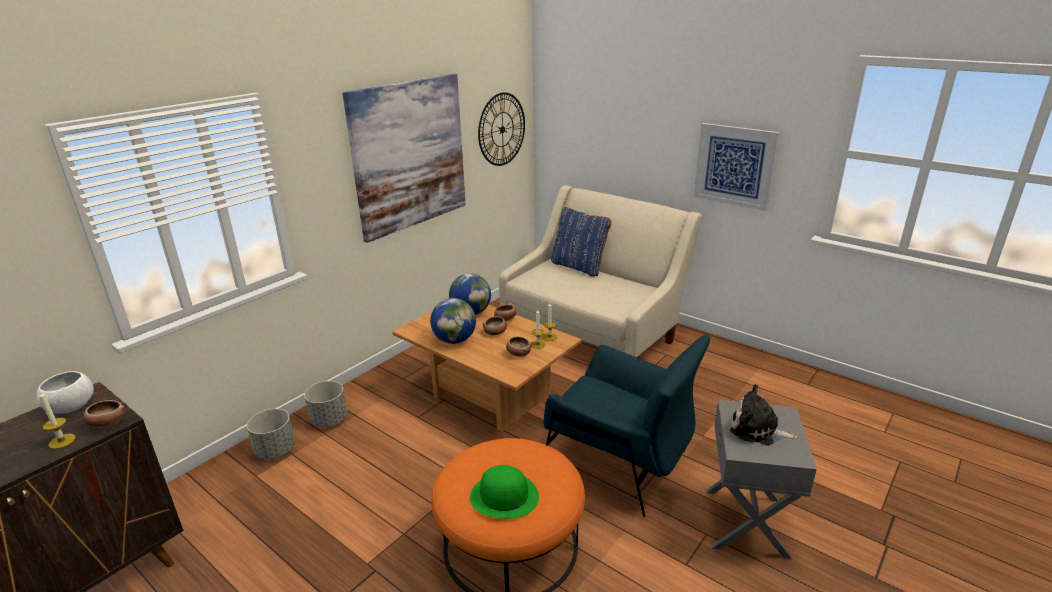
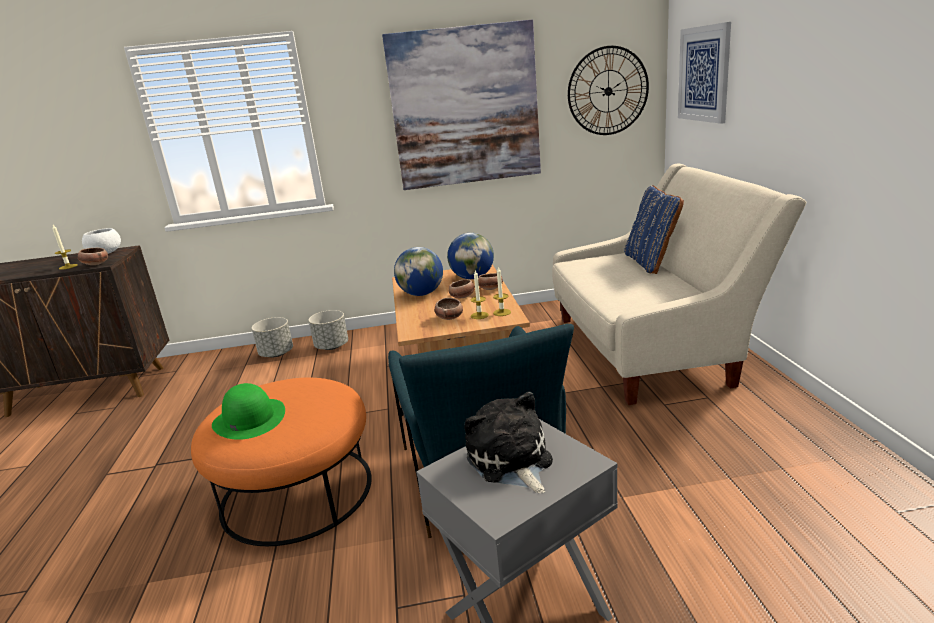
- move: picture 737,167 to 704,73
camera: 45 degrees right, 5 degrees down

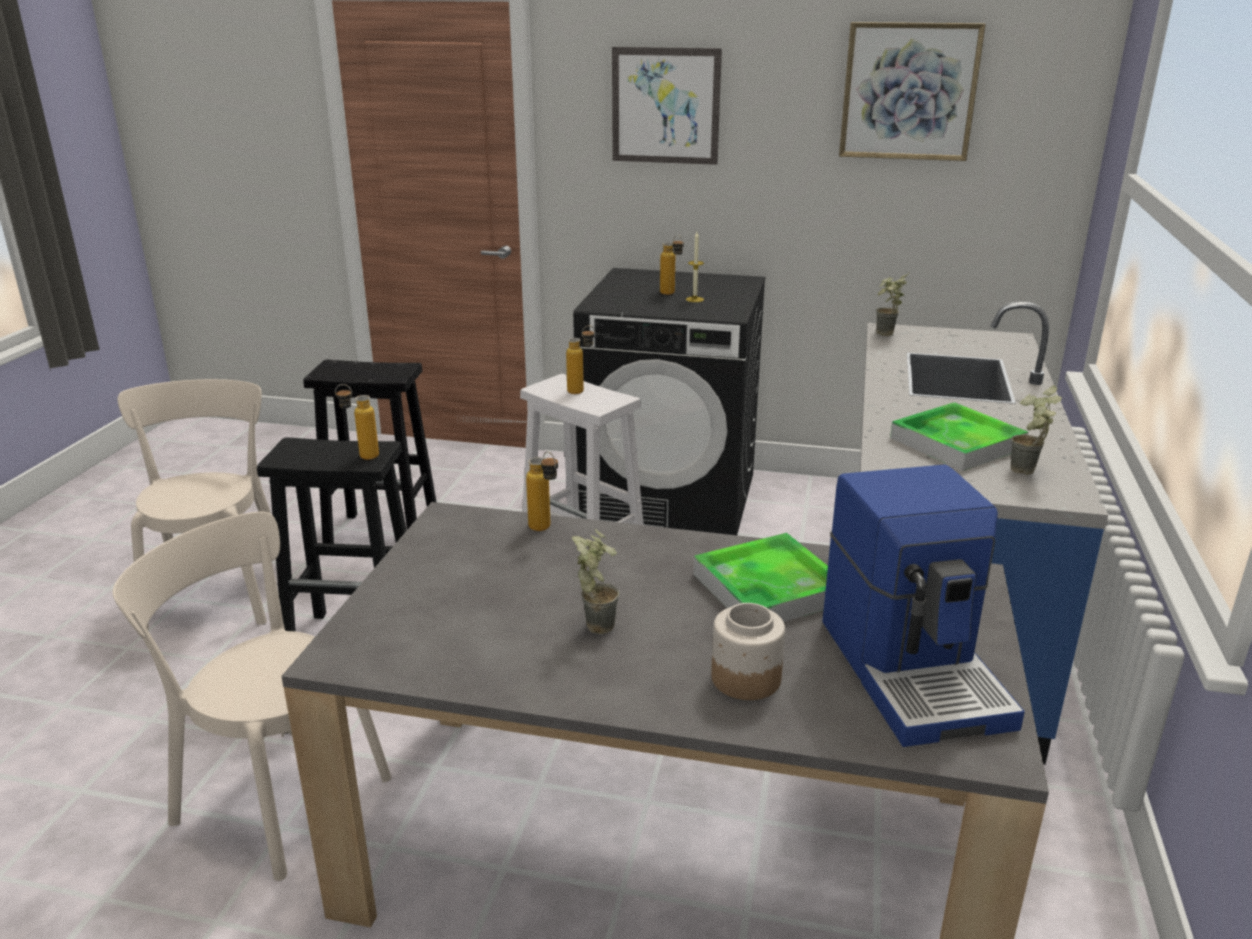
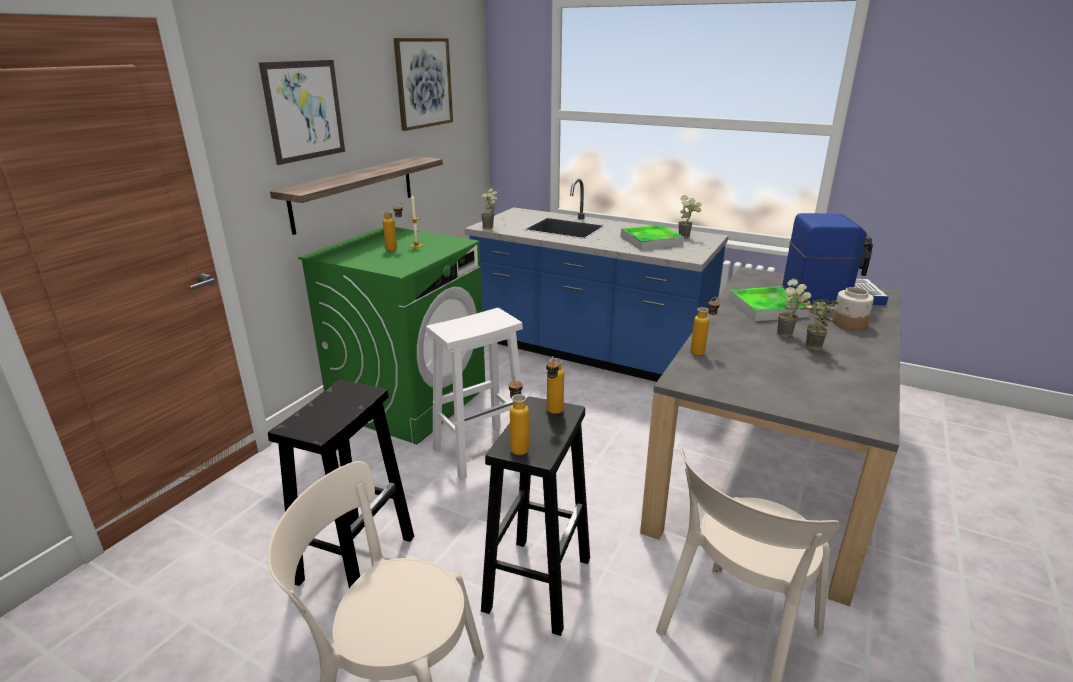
- move: bottle 580,360 to 519,415
- recolor: washing machine (black) 669,401 to washing machine (green) 391,335
- insert: shelf 356,195
- insert: potted plant 794,308
camera: 75 degrees left, 0 degrees up

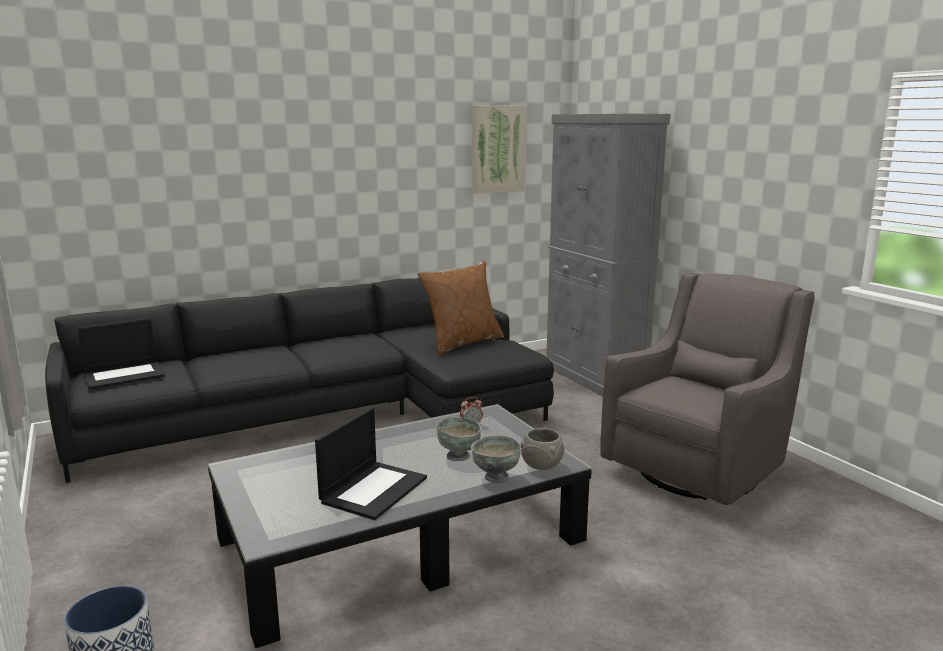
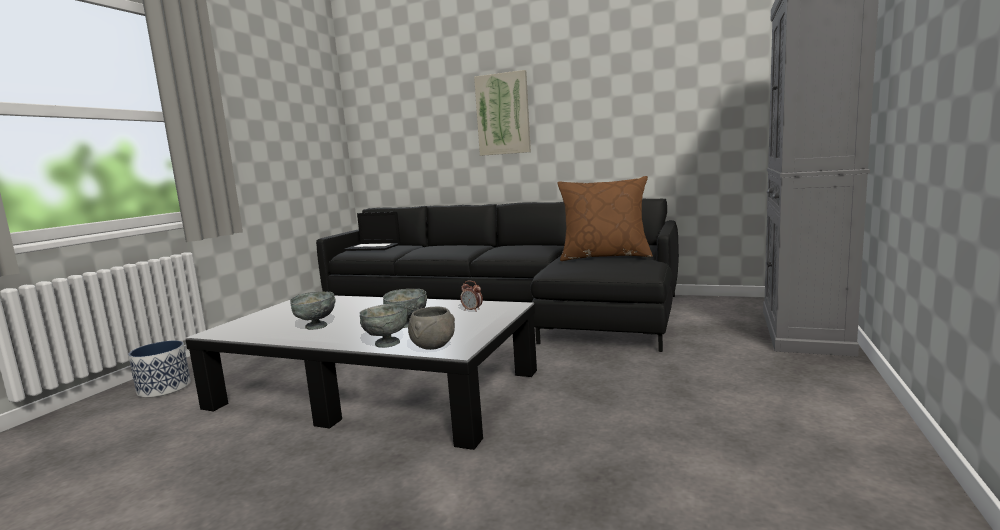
- replace: laptop 371,463 to bowl (grey) 312,310
- move: picture 499,149 to 502,113
- delete: armchair (grey) 707,389
camera: 50 degrees right, 5 degrees down

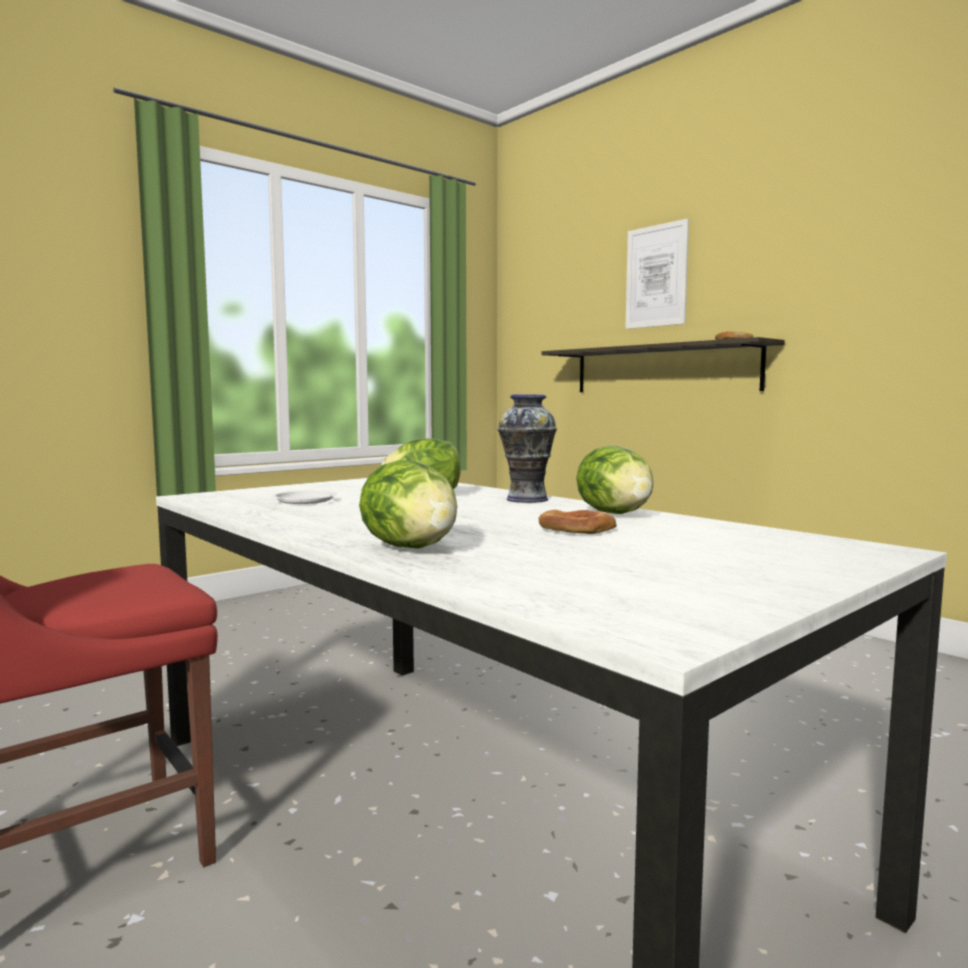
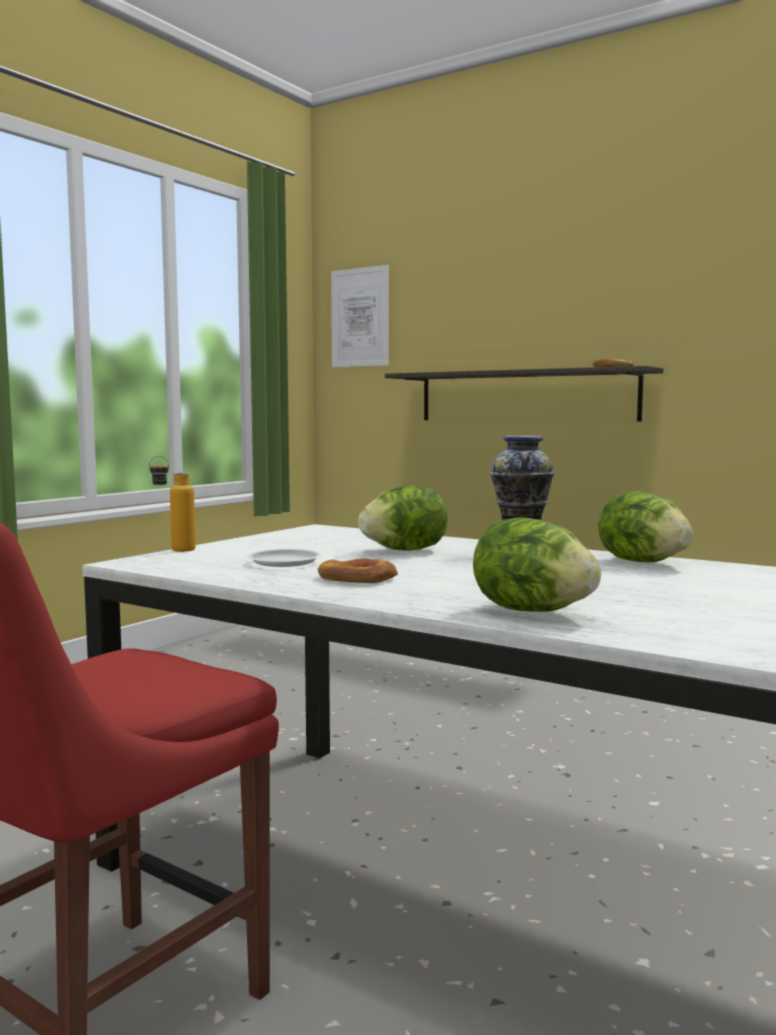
- move: bread 578,522 to 358,570
- move: picture 657,273 to 360,316
- insert: bottle 172,503
camera: 15 degrees left, 0 degrees up

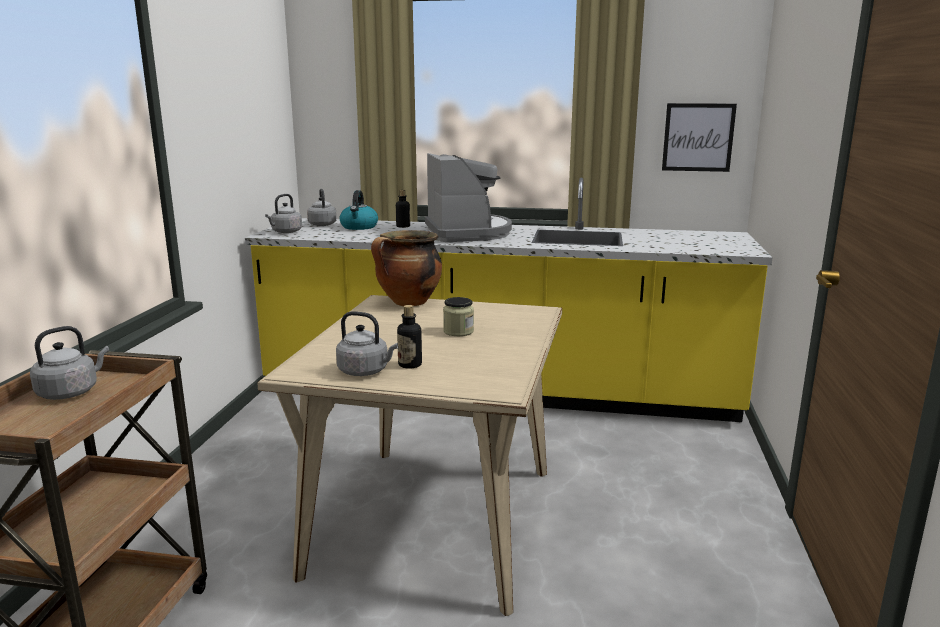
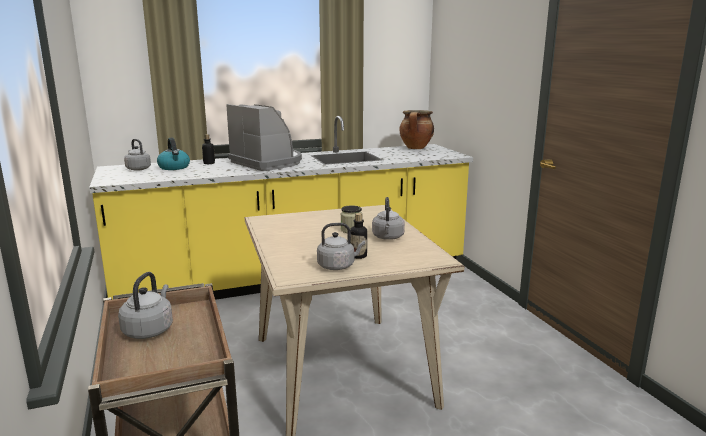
- move: kettle (grey) 283,213 to 388,218
- move: cooking pot 406,268 to 416,129
- delete: picture 699,137
camera: 30 degrees left, 0 degrees up

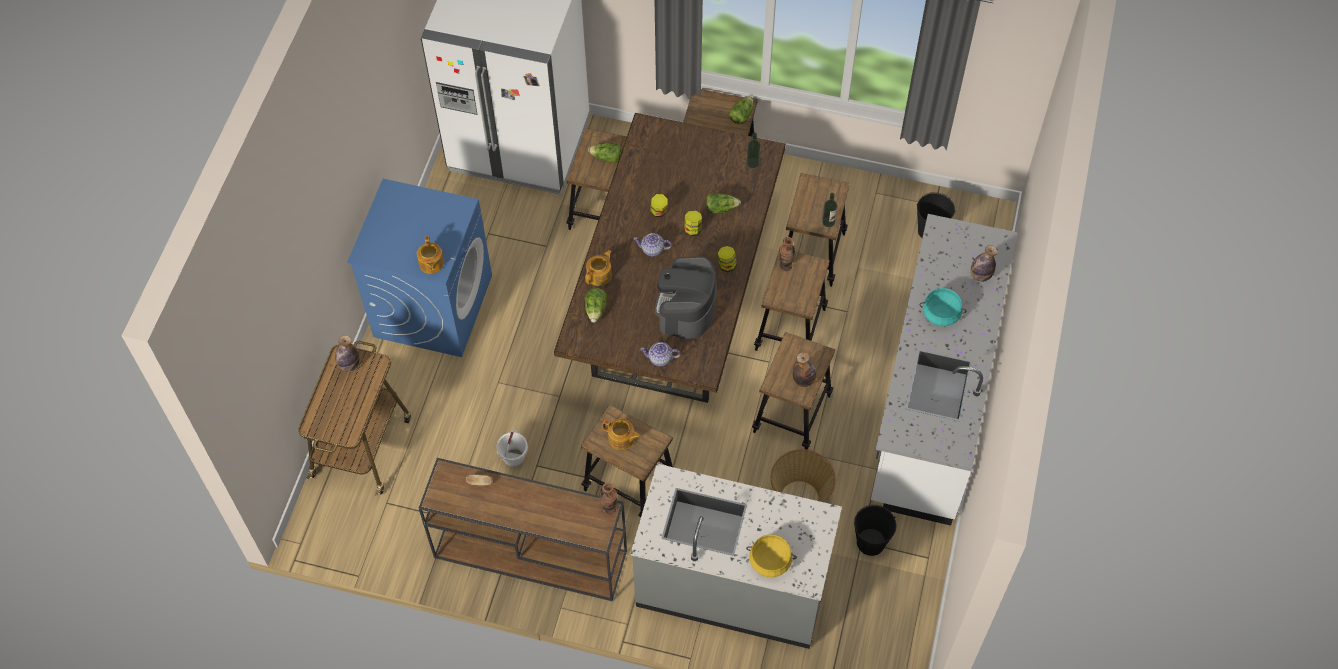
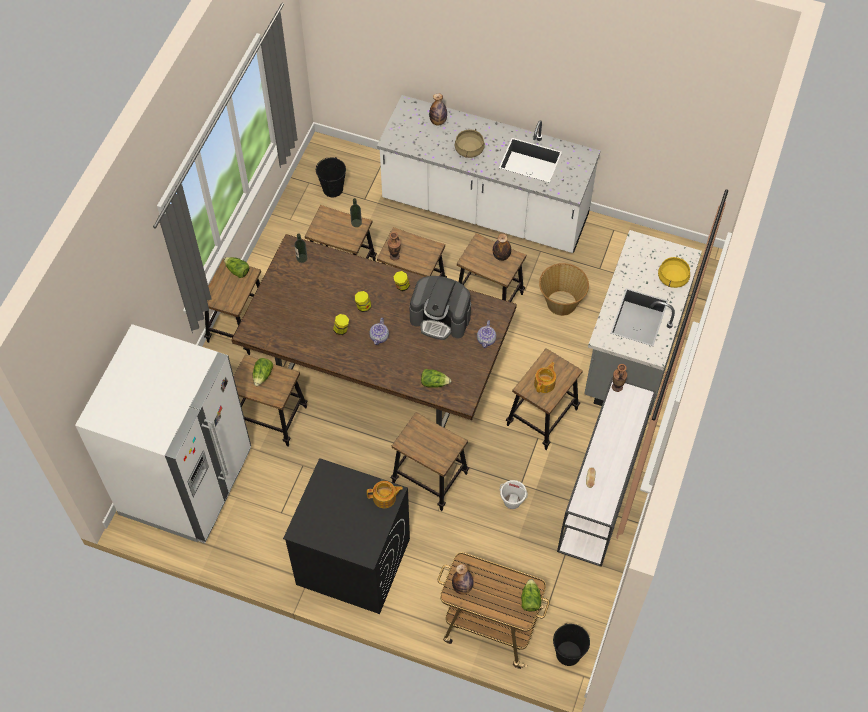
- recolor: washing machine (blue) 419,268 to washing machine (black) 346,536
- recolor: console table (brown) 523,529 to console table (white) 606,472
- delete: teapot 598,268
- move: lettuce 723,203 to 531,595
- move: bucket (black) 875,530 to 571,644
- recolor: cooking pot (turquoise) 942,307 to cooking pot (beige) 469,143
- insert: stool 430,461
camera: 85 degrees left, 0 degrees up

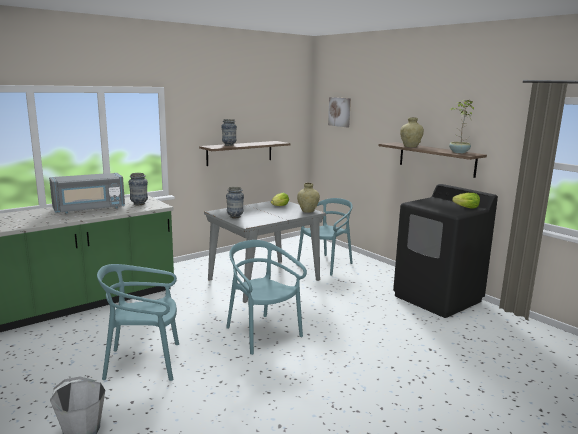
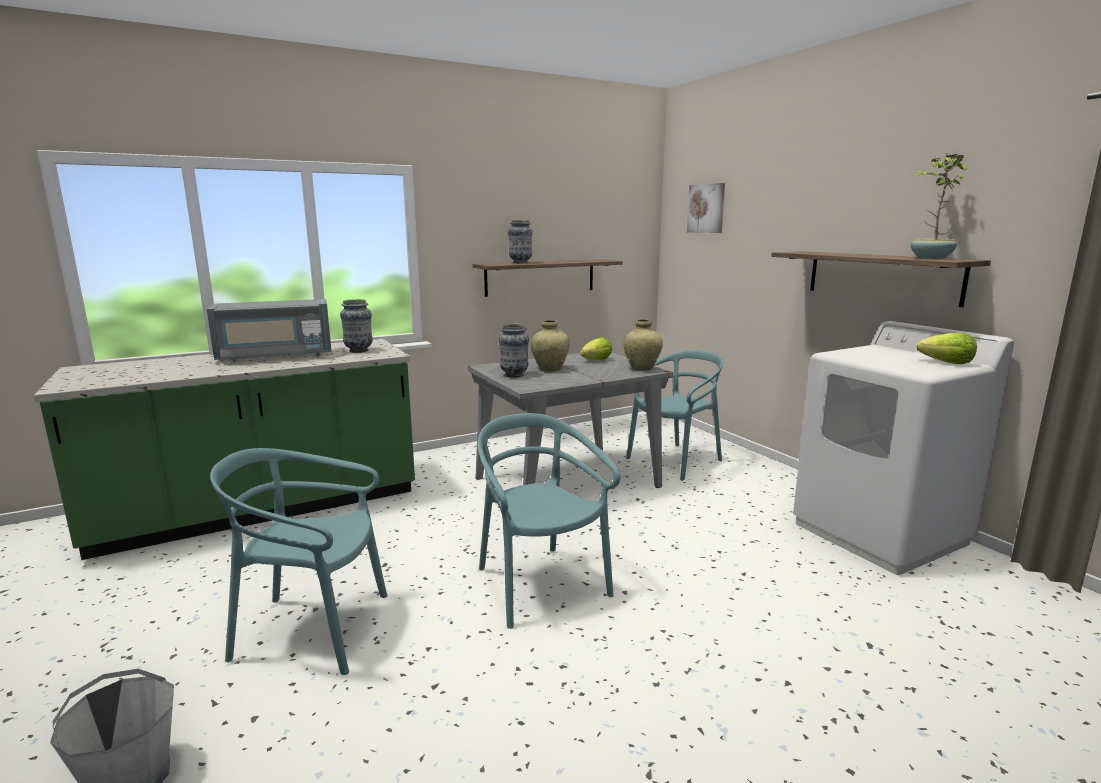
- recolor: washing machine (black) 445,251 to washing machine (white) 903,448
- move: vase (beige) 412,132 to 550,345
camera: 10 degrees right, 0 degrees up

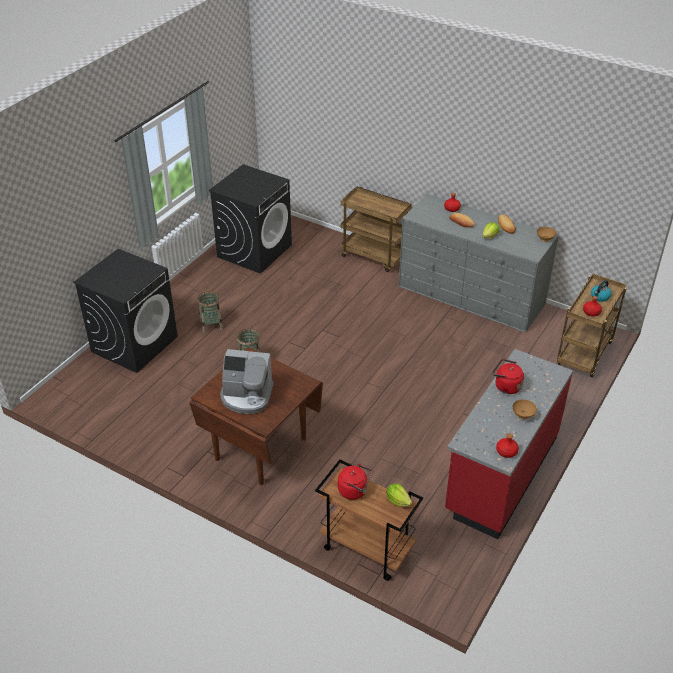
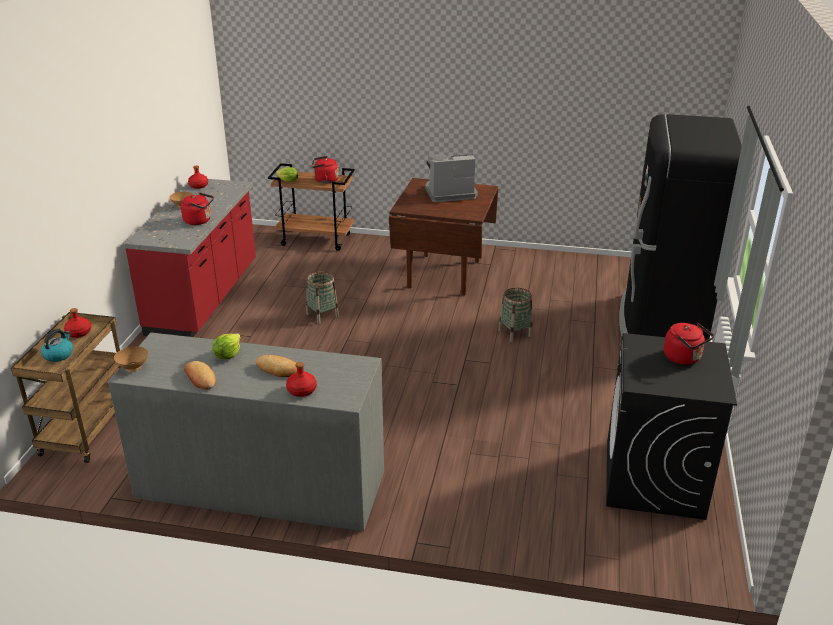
- replace: washing machine (black) 125,311 to fridge (black) 680,228
- move: basket 210,312 to 322,297
- delete: cart (brown) 376,229
- insert: kettle (red) 689,344
camera: 160 degrees right, 10 degrees down

